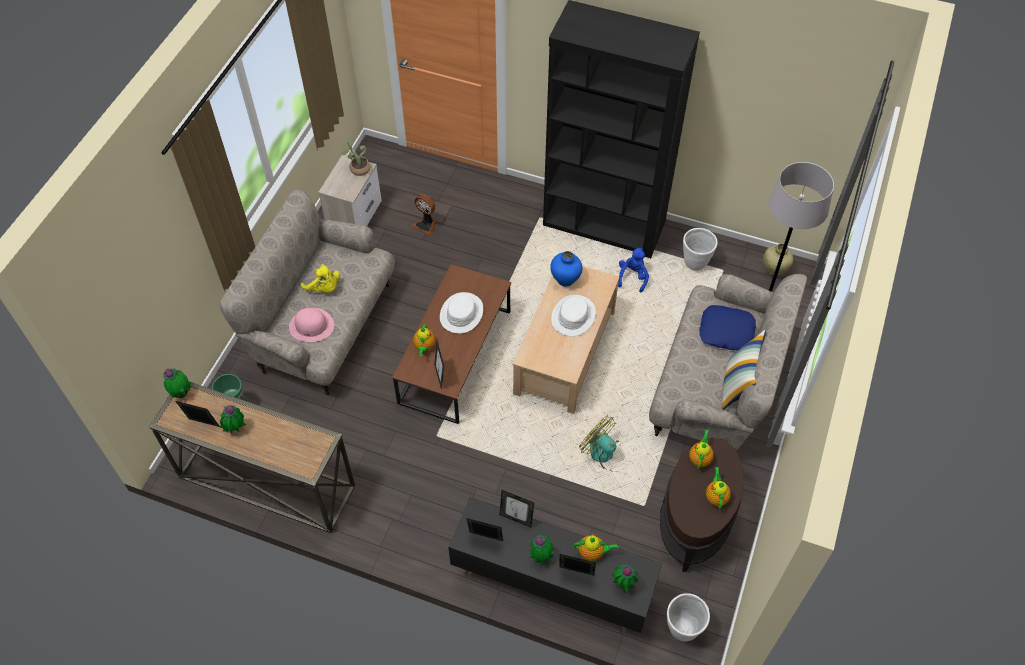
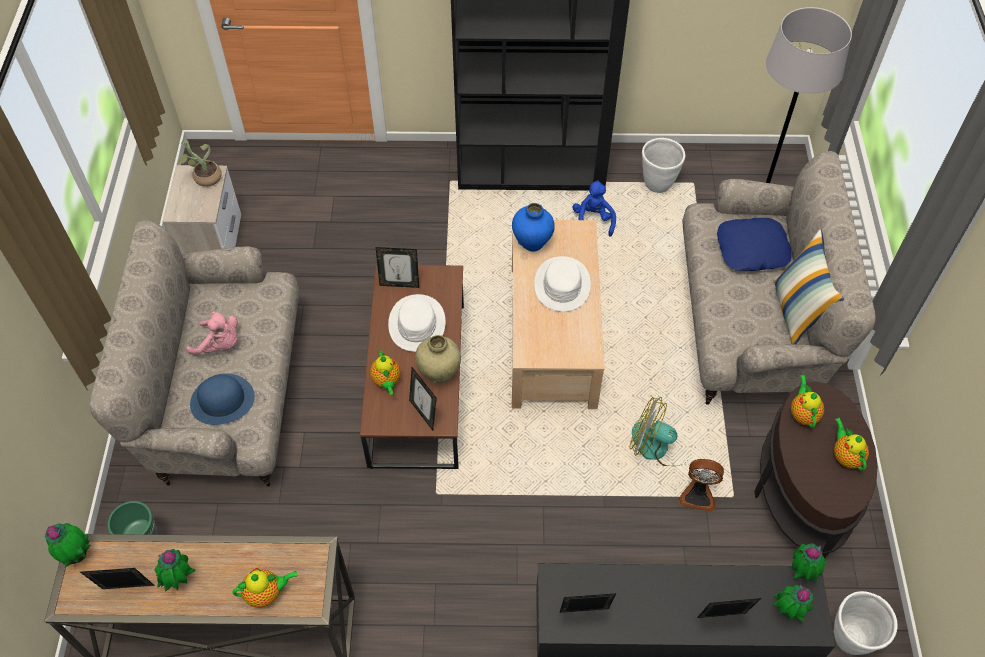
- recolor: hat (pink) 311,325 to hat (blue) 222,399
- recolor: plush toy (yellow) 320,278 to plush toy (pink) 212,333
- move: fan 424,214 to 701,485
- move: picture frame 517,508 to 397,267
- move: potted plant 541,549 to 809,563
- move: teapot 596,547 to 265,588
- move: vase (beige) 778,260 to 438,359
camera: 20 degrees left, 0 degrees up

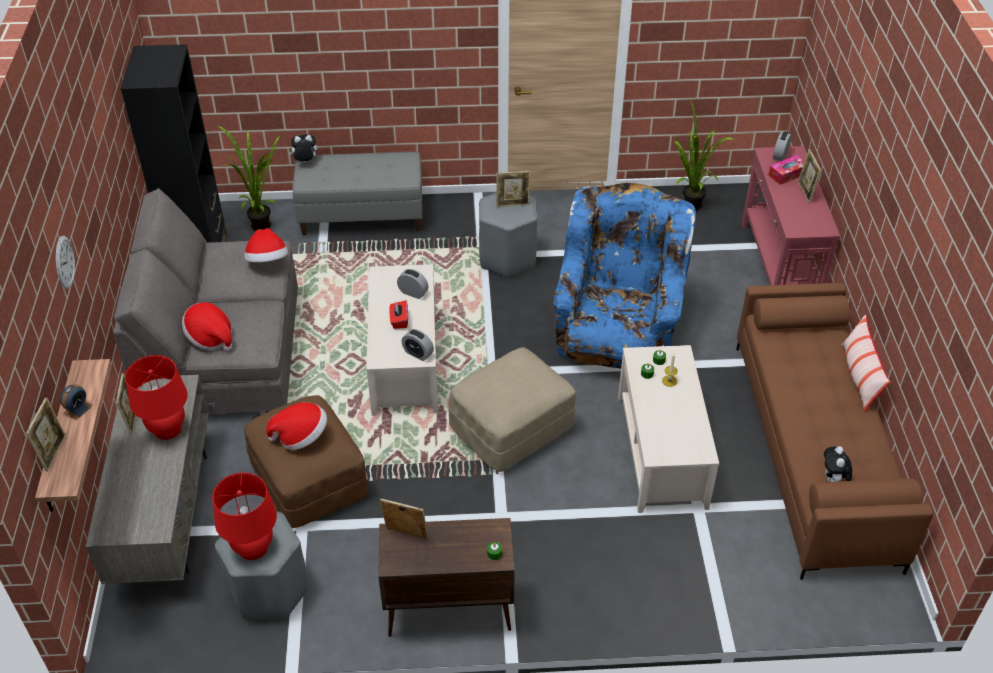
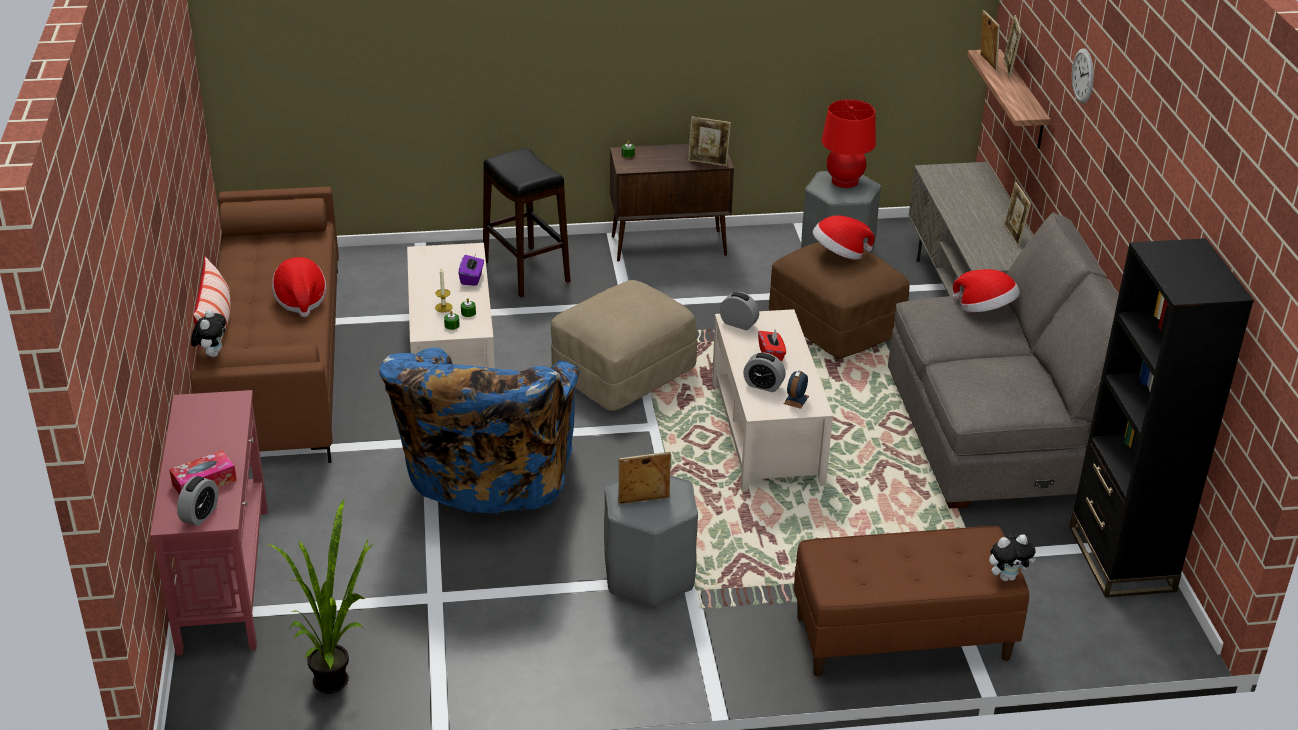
- move: alarm clock 76,403 to 796,389
- delete: table lamp (red) 156,397
- delete: potted plant 249,178
- move: hat 266,245 to 299,287
- recolor: bench (grey) 357,193 to bench (brown) 911,601
- move: picture frame 810,176 to 990,40
- move: plush toy 838,464 to 208,333
- insert: tissue box (purple) 471,270
- insert: stool (black) 526,223
camera: 175 degrees right, 10 degrees down

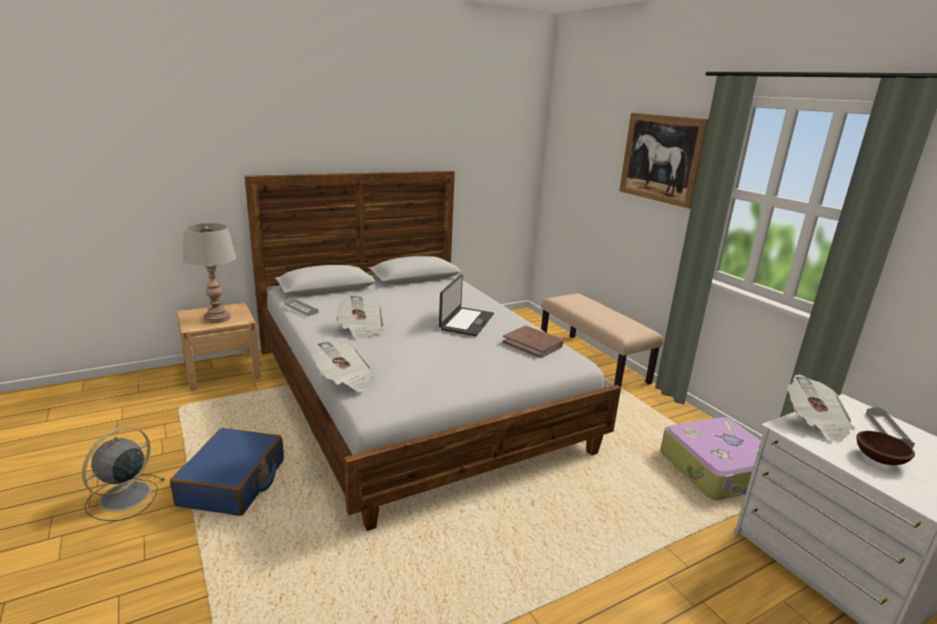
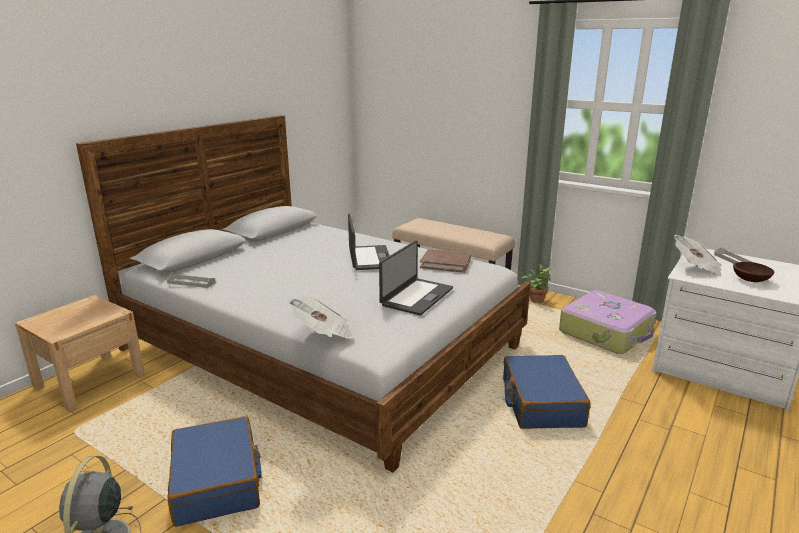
- delete: table lamp (grey) 209,273
- delete: newspaper 360,317
- delete: picture 663,161
- insert: laptop 416,278
- insert: suitcase (blue) 547,392
- insert: potted plant 536,284
camera: 25 degrees left, 0 degrees up

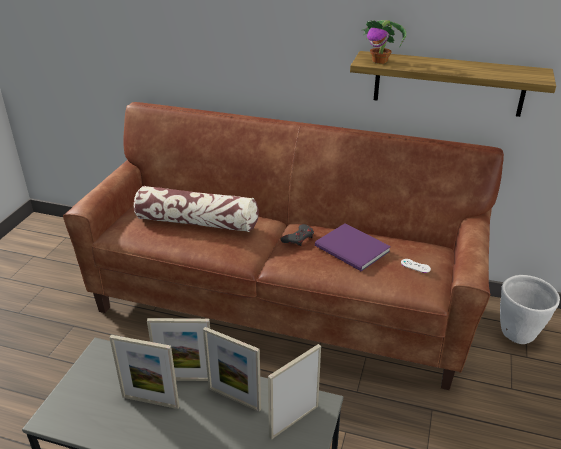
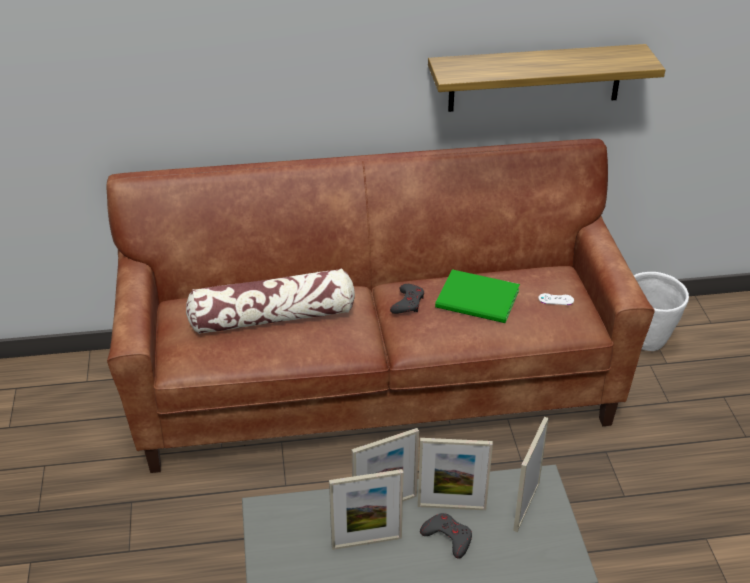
- recolor: book (purple) 353,247 to book (green) 477,296
- delete: potted plant 384,42
- insert: game controller (grey) 446,535
camera: 25 degrees left, 5 degrees up

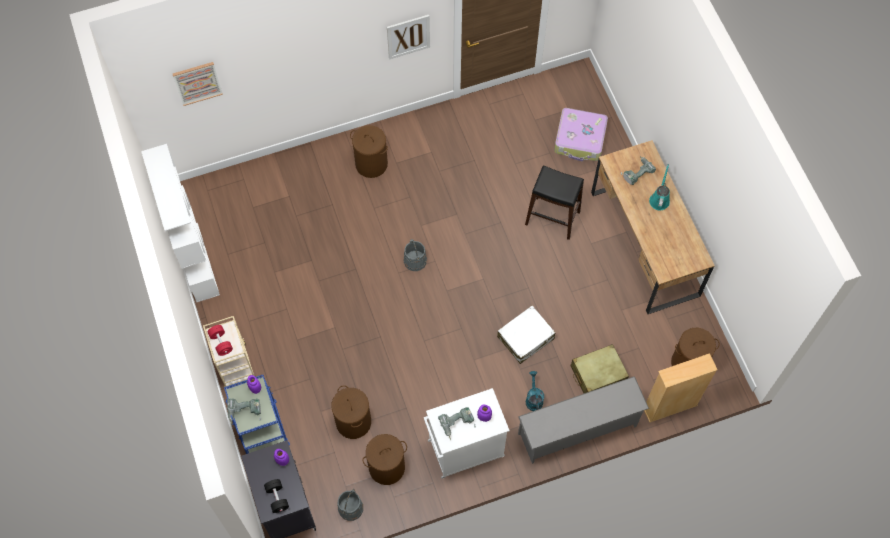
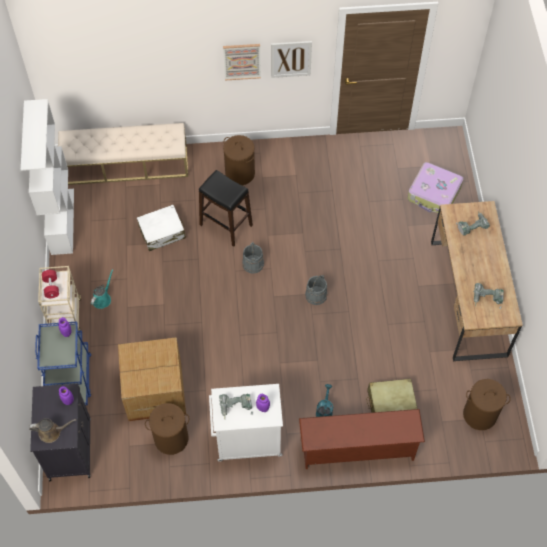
- move: picture 198,84 to 242,62
- move: power drill 244,411 to 489,296
- replace: dumbbell (black) 276,496 to watering can (brown) 52,430
- replace: laundry basket (brown) 351,412 to cardboard box 152,379
- move: bucket (grey) 350,505 to 316,290
- move: suitcase (white) 526,335 to 161,228
- recolor: shoe rack (grey) 583,420 to shoe rack (brown) 362,439
- move: stool (black) 554,203 to 226,208
- delete: bookcase (beige) 680,388
- move: watering can (turquoise) 659,187 to 102,289
- insert: bench (beige) 123,154
camera: 15 degrees right, 5 degrees down

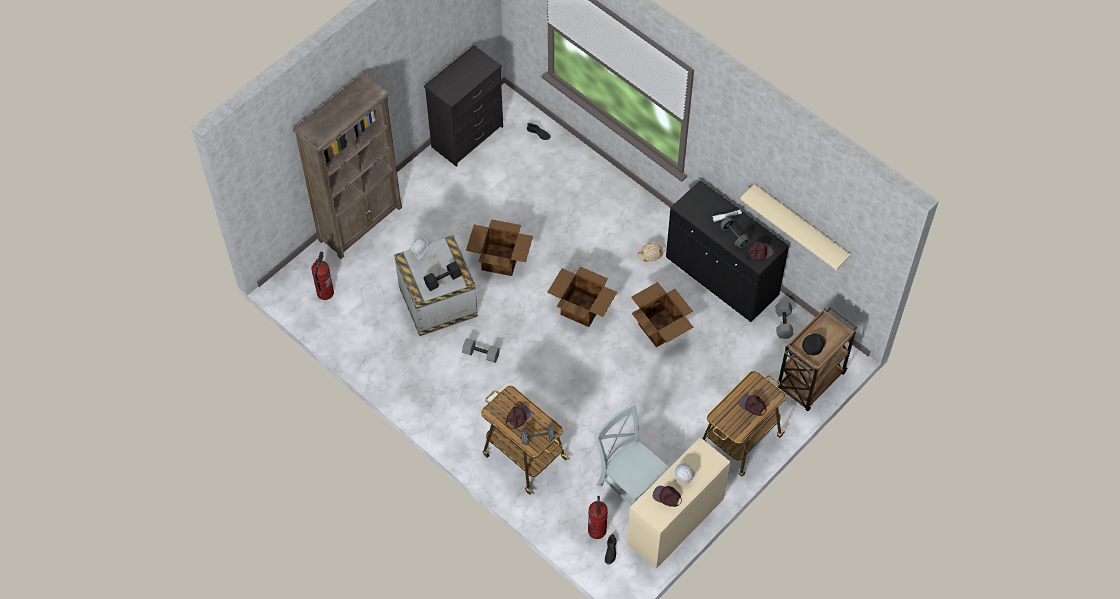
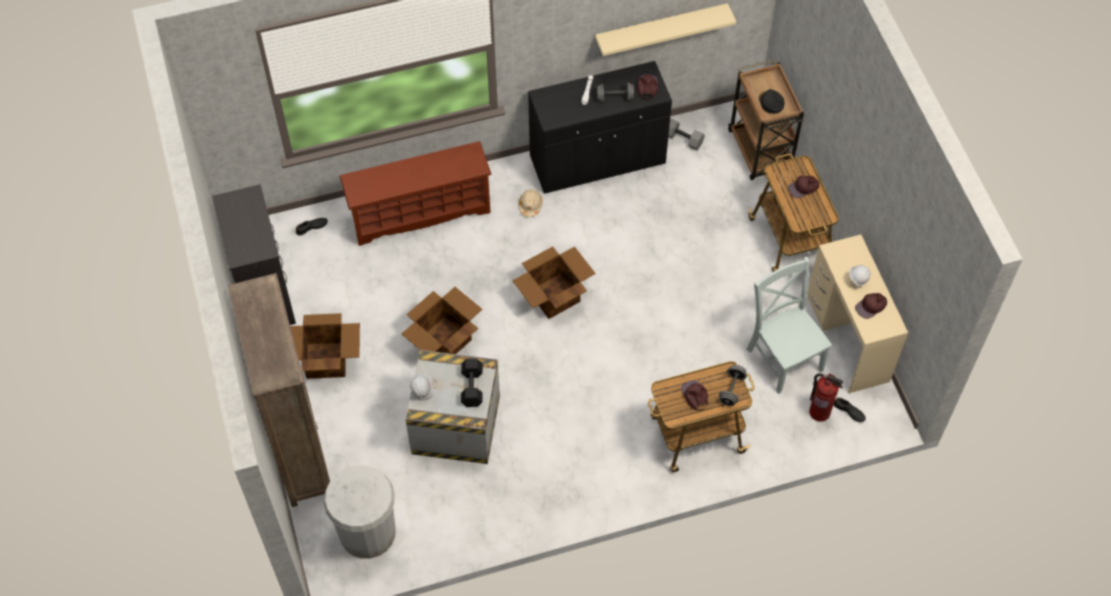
- replace: fire extinguisher 322,275 to trash can (white) 360,512
- delete: dumbbell (grey) 481,350
- rotate: chair (grey) 631,454 = 789,325 75 degrees clockwise
- move: cardboard box 662,314 to 325,346
- insert: shoe rack (brown) 415,194
camera: 60 degrees left, 0 degrees up

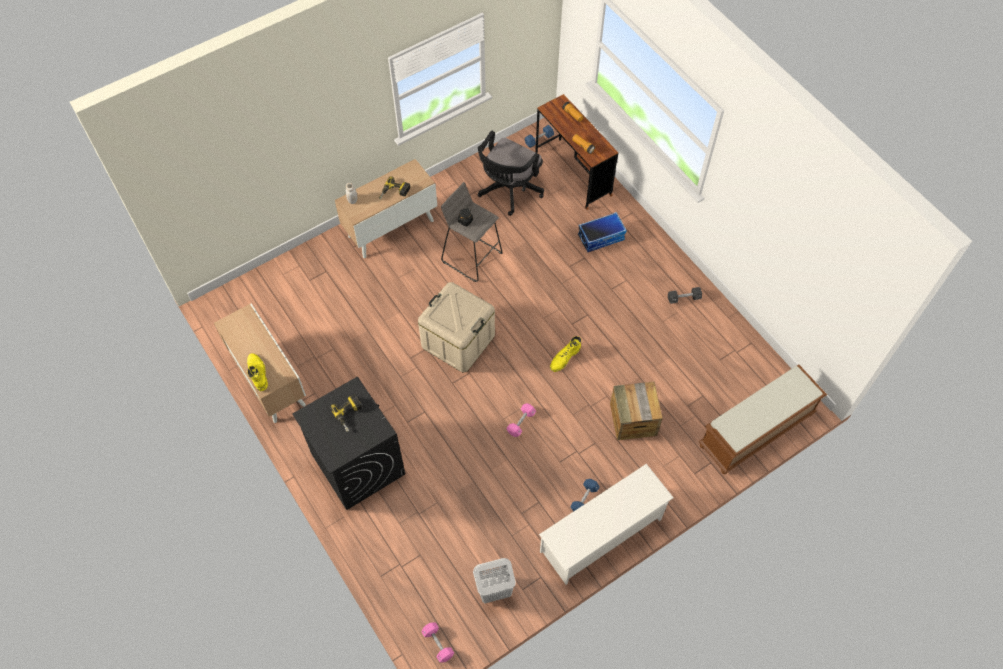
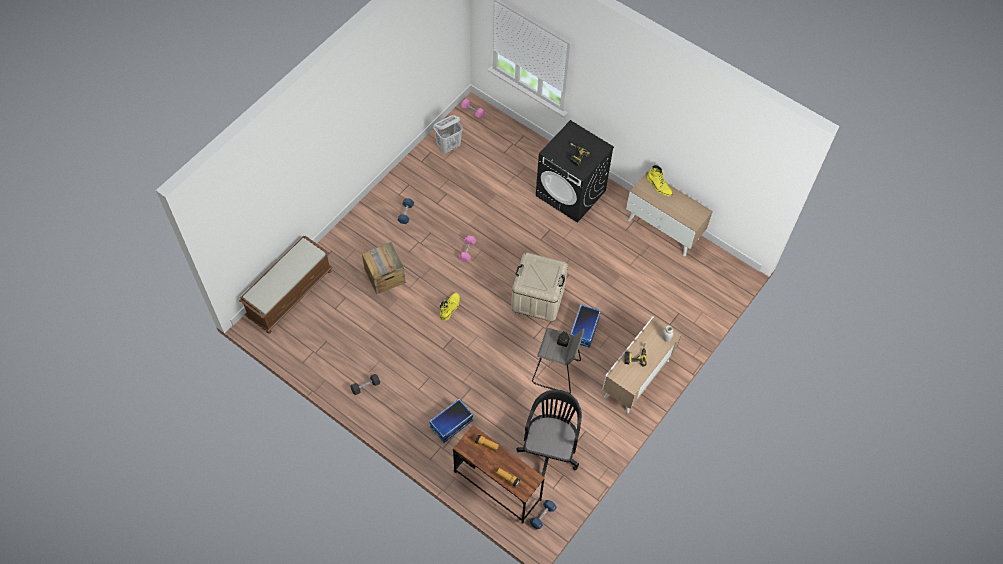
- delete: shoe rack (white) 606,524
- insert: storage box 585,326
camera: 160 degrees right, 0 degrees up

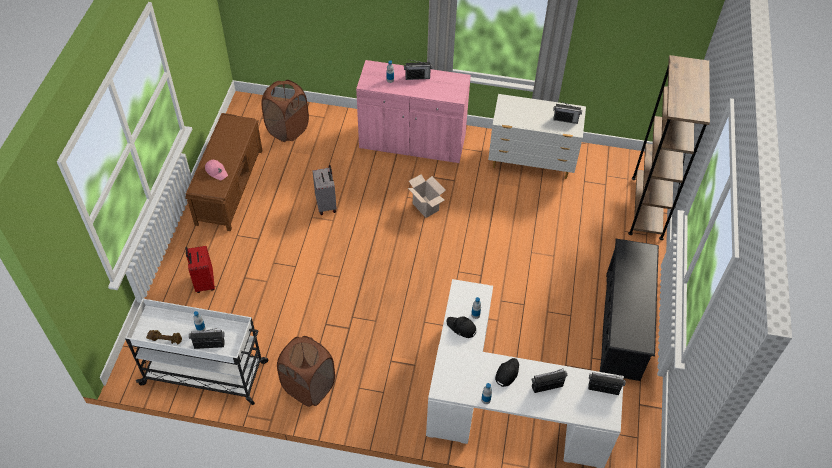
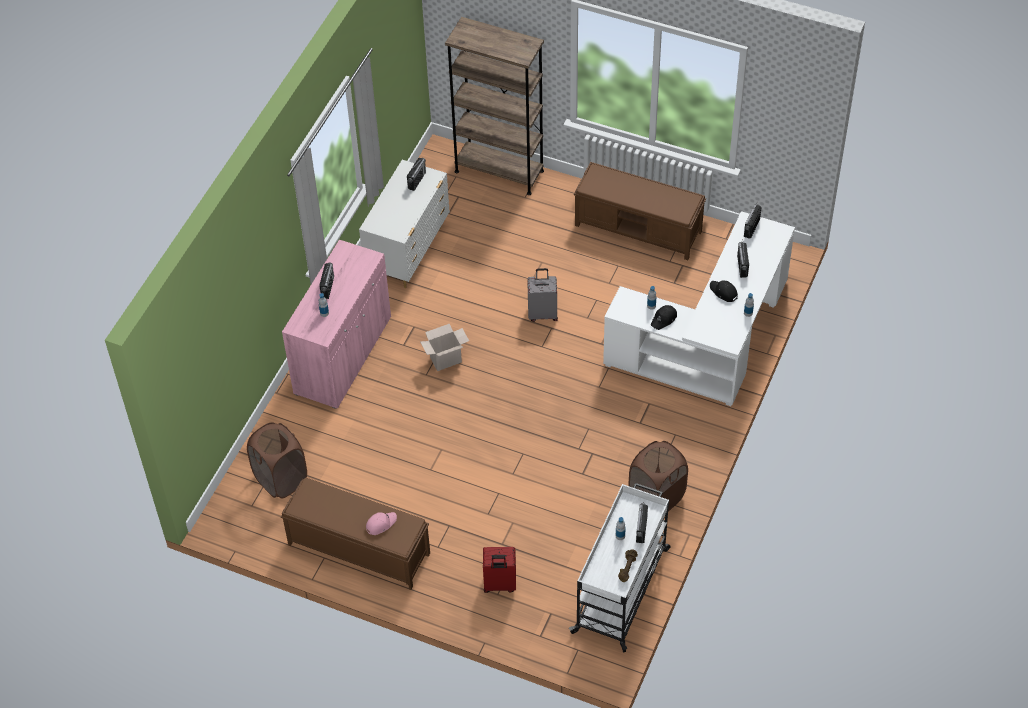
- move: suitcase (grey) 325,190 to 542,295
- replace: shoe rack (black) 629,310 to bench (brown) 640,211
camera: 75 degrees left, 0 degrees up

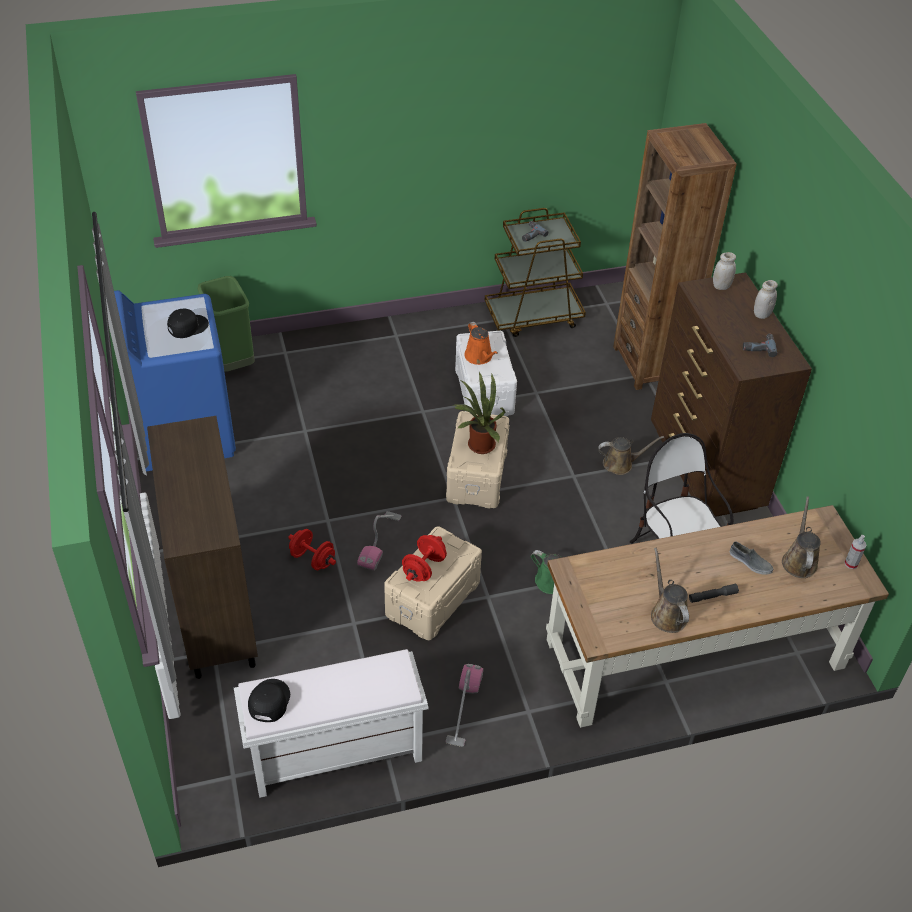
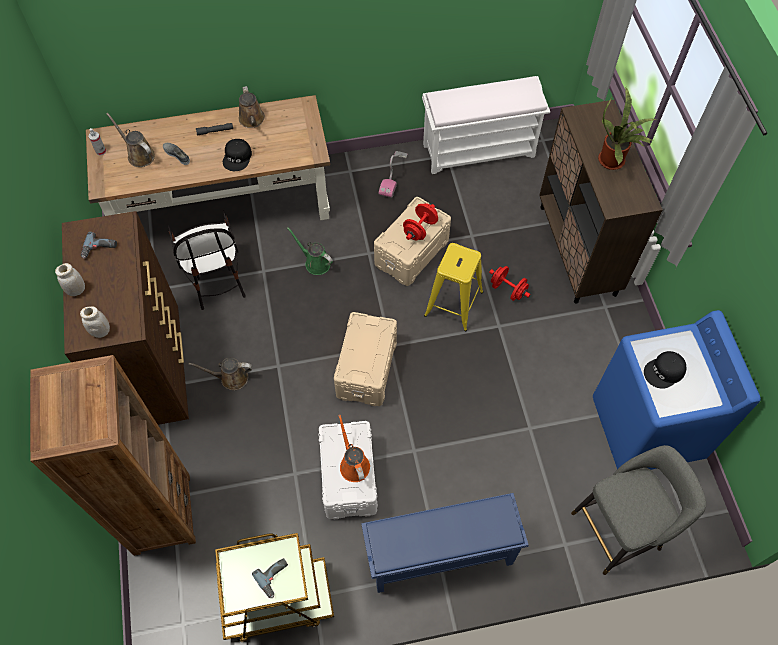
- replace: trash can (green) 226,324 to stool (grey) 638,510
- move: cap (black) 269,700 to 237,155
- replace: vacuum cleaner 379,541 to stool (yellow) 453,287
- move: potted plant 479,413 to 627,129
- rotate: watering can (brown) 801,537 = 131,140 120 degrees clockwise
- insert: shoe rack (blue) 444,543
camera: 175 degrees left, 15 degrees up

